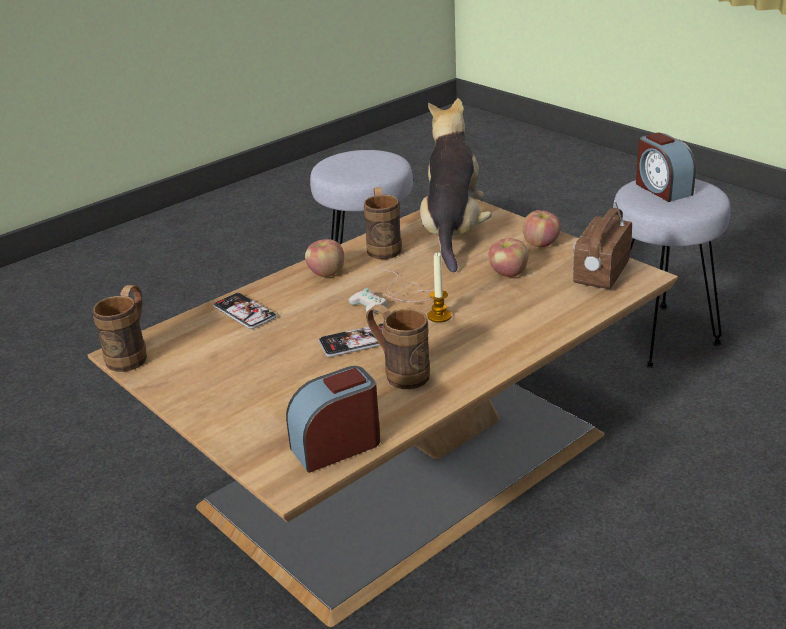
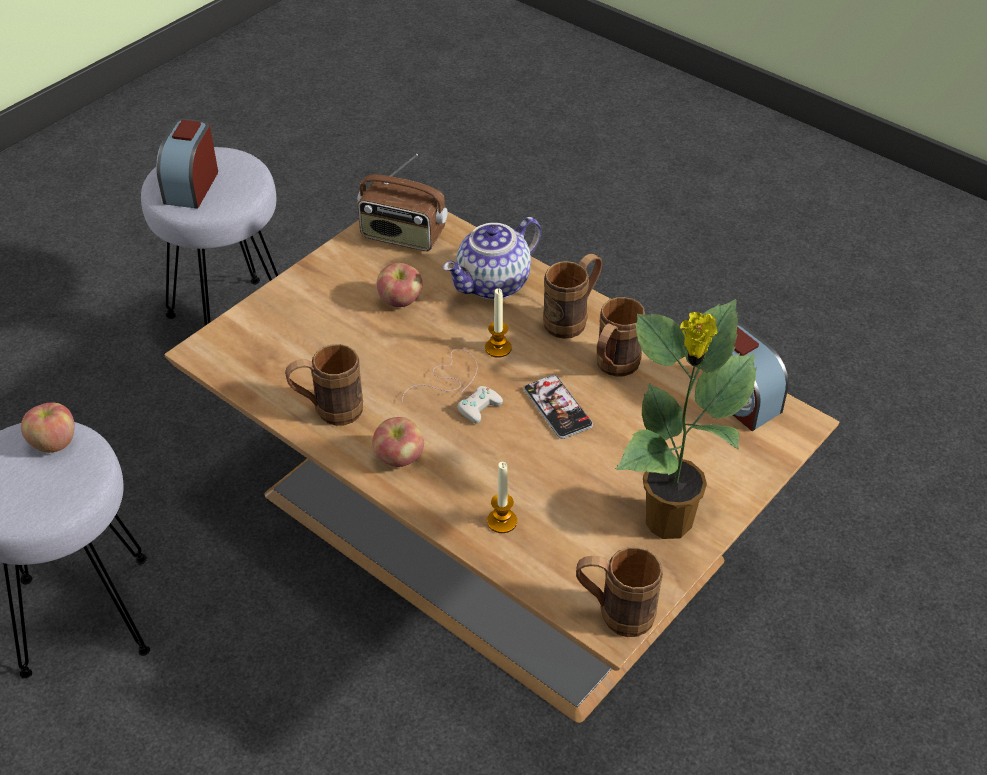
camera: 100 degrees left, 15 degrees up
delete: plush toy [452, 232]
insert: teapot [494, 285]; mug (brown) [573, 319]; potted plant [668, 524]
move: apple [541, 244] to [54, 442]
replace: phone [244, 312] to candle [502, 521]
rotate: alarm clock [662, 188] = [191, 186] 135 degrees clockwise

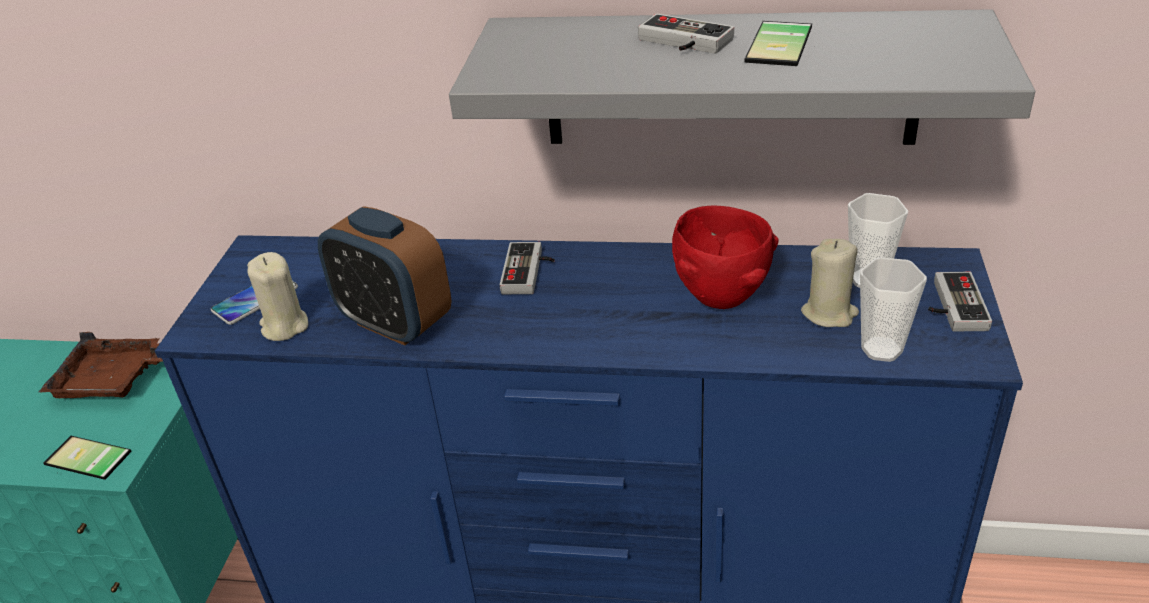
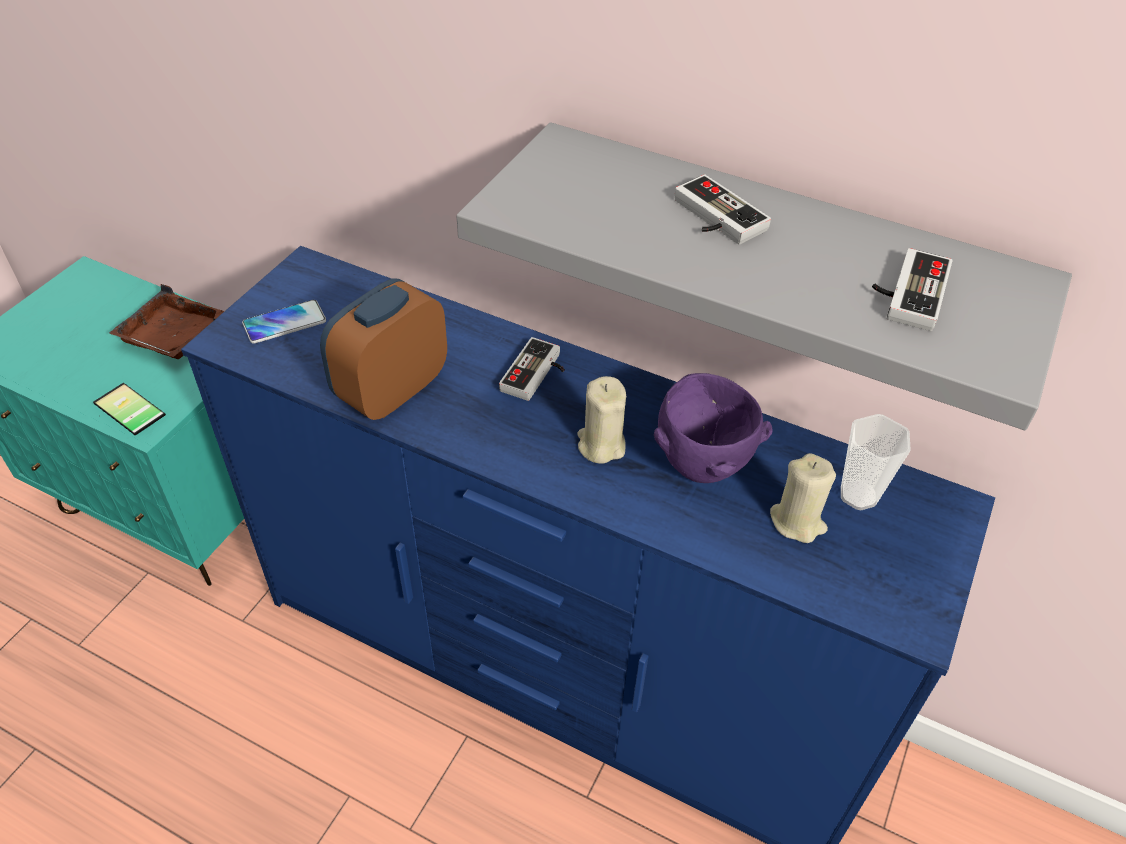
camera: 15 degrees right, 10 degrees up
delete: phone [784, 44]; cup [881, 349]
move: candle (beige) [284, 326] to [601, 445]; game controller [951, 306] to [906, 292]
recolor: bowl (red) [723, 299] to bowl (purple) [702, 468]
rotate: alarm clock [395, 323] = [391, 391] 75 degrees clockwise

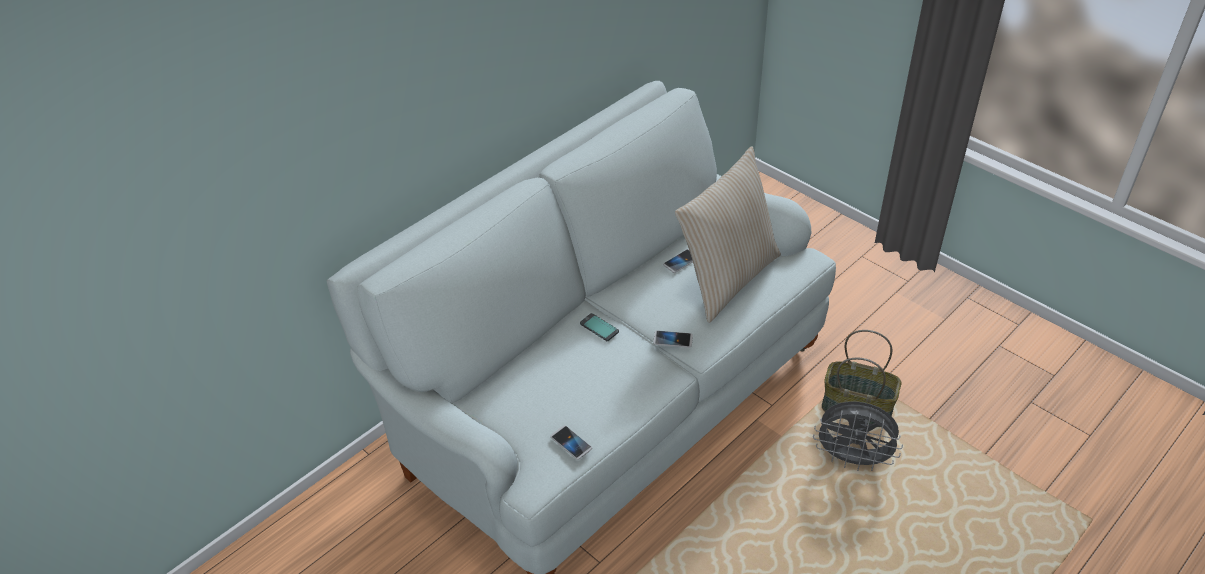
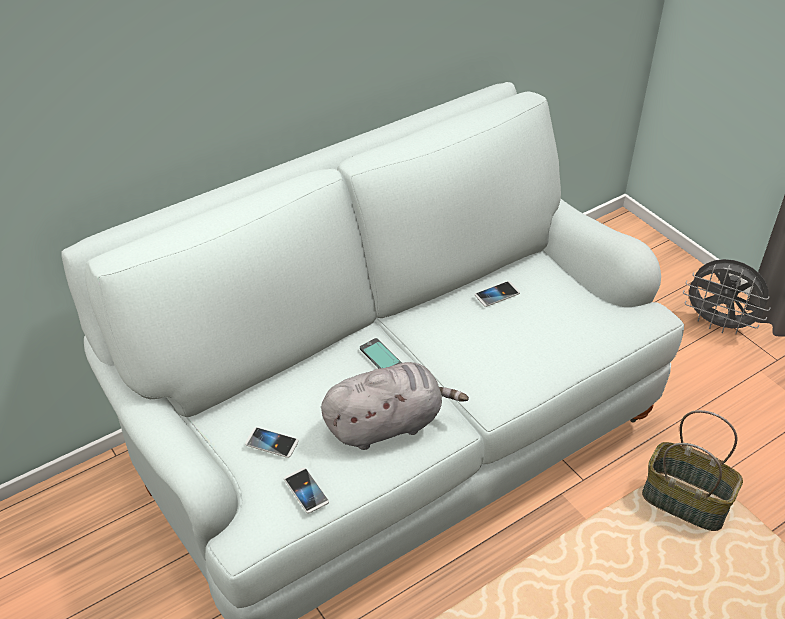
camera: 10 degrees right, 0 degrees up
delete: pillow (beige) [727, 278]
insert: plush toy (grey) [387, 424]
move: phone [673, 340] to [272, 443]; fan (grey) [853, 459] to [719, 324]

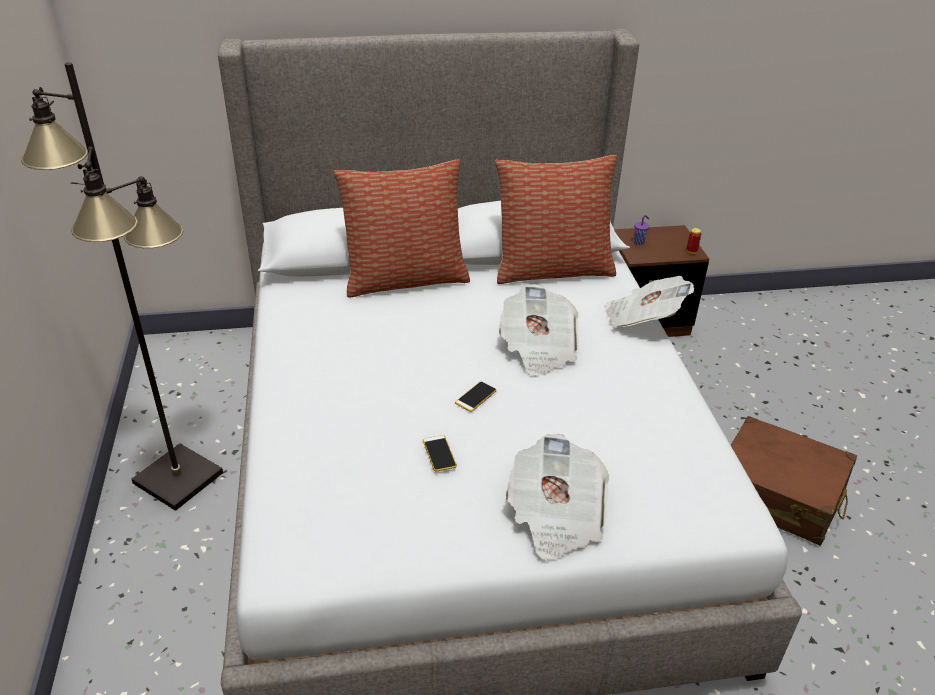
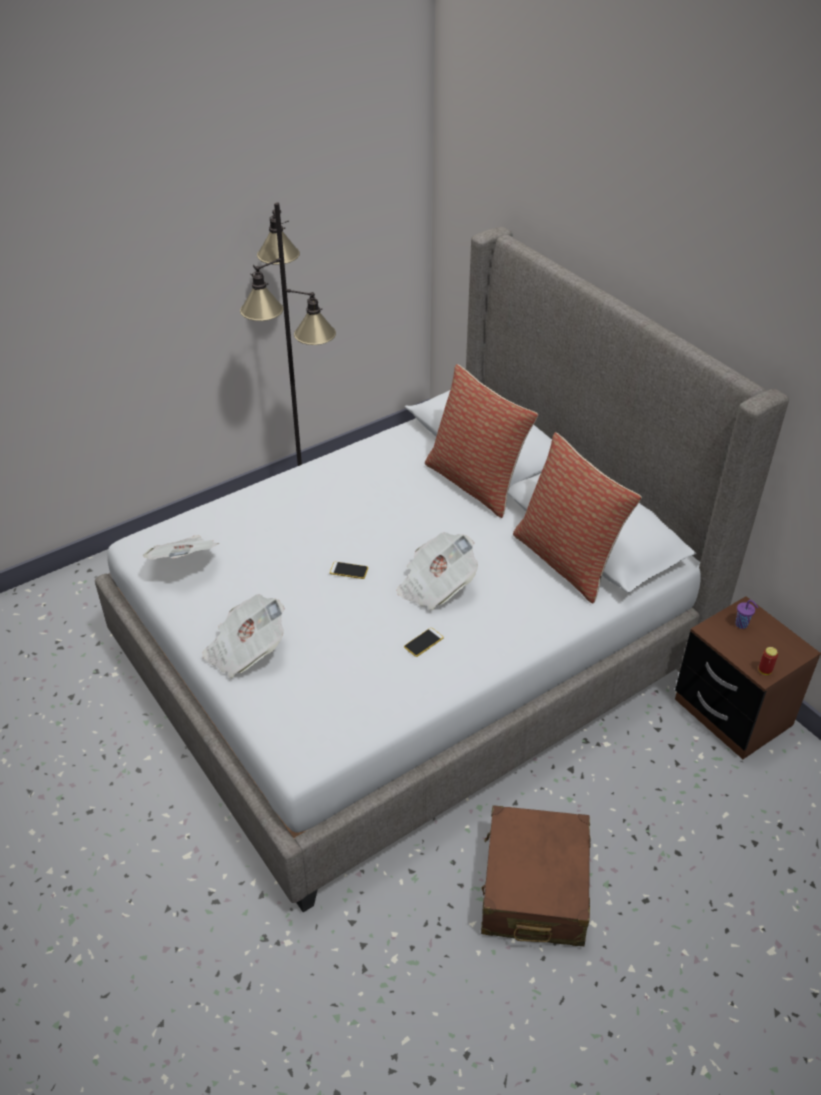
camera: 65 degrees right, 5 degrees up
move: newspaper [642, 319] to [184, 562]; phone [439, 453] to [423, 642]

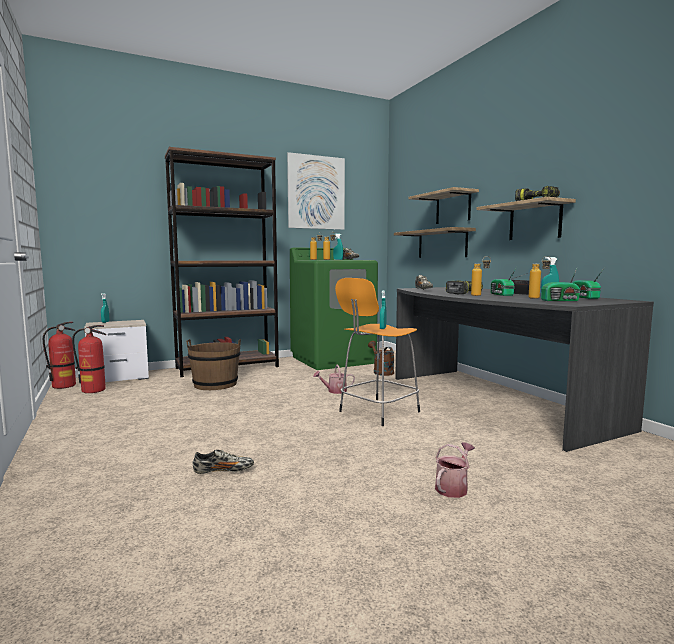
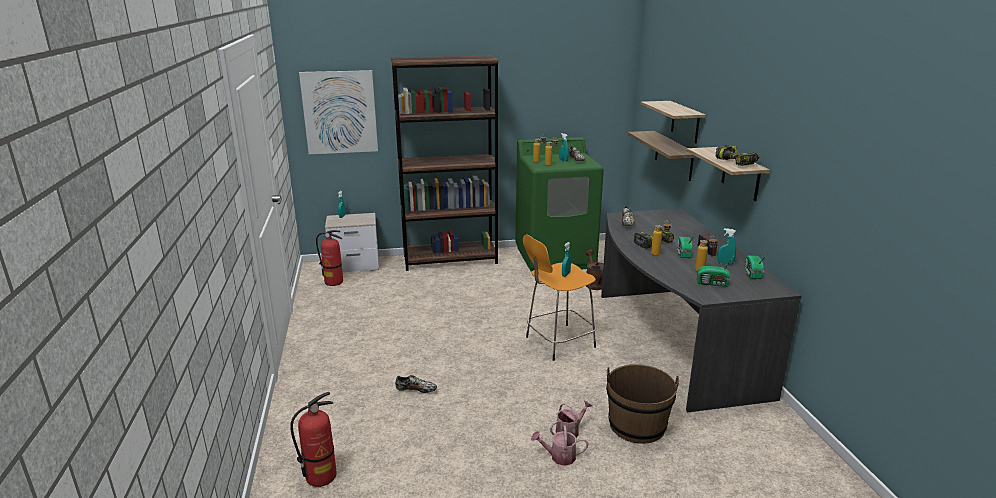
camera: 15 degrees right, 15 degrees up
move: fire extinguisher [64, 386] to [321, 476]; picture [316, 192] to [340, 112]; watering can [334, 391] to [559, 457]; bucket (brown) [215, 384] to [637, 425]

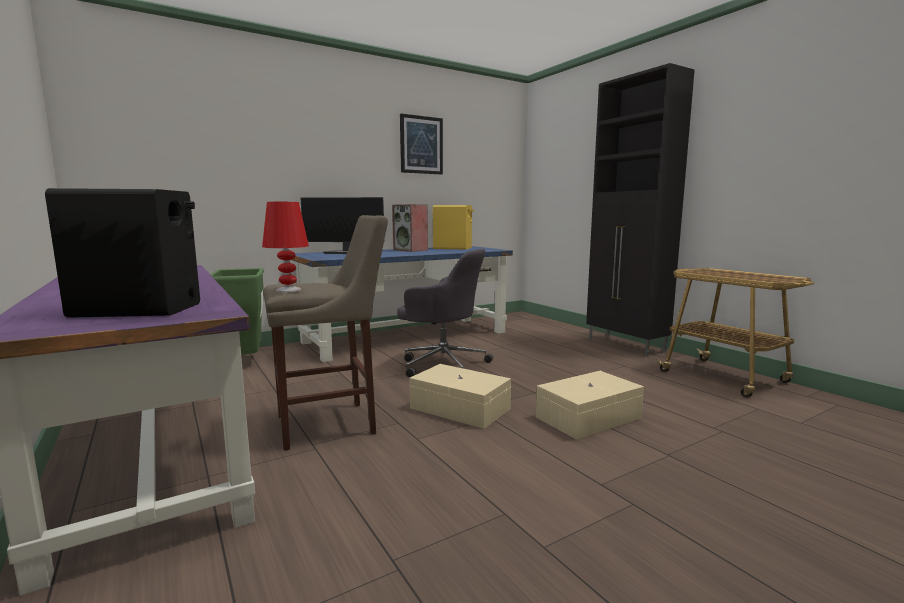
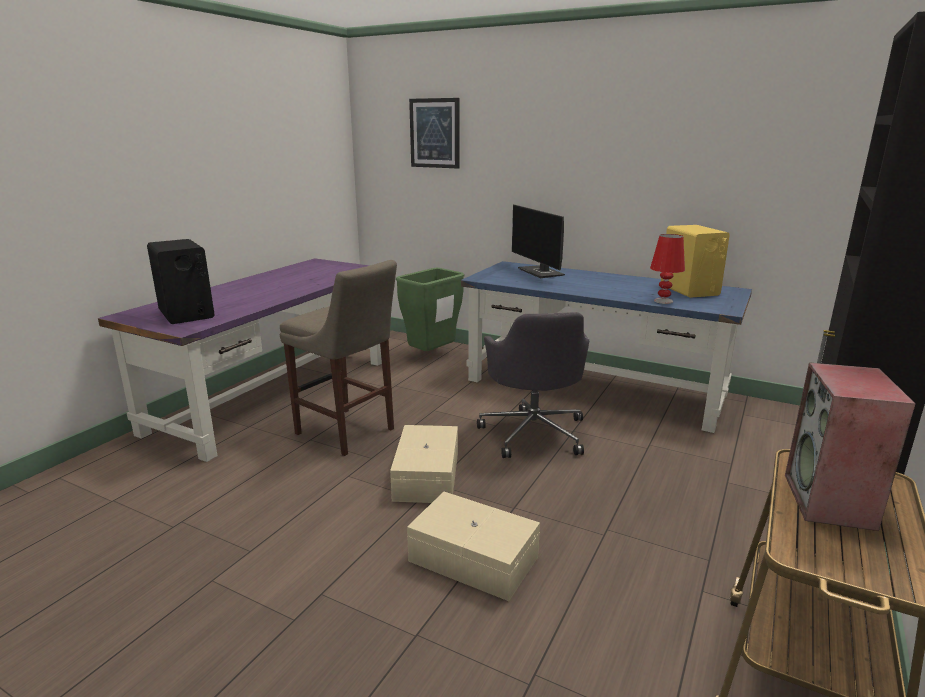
camera: 60 degrees right, 10 degrees up
move: picture [421, 145] to [435, 133]; table lamp (red) [288, 290] to [663, 301]; speaker [411, 250] to [830, 502]

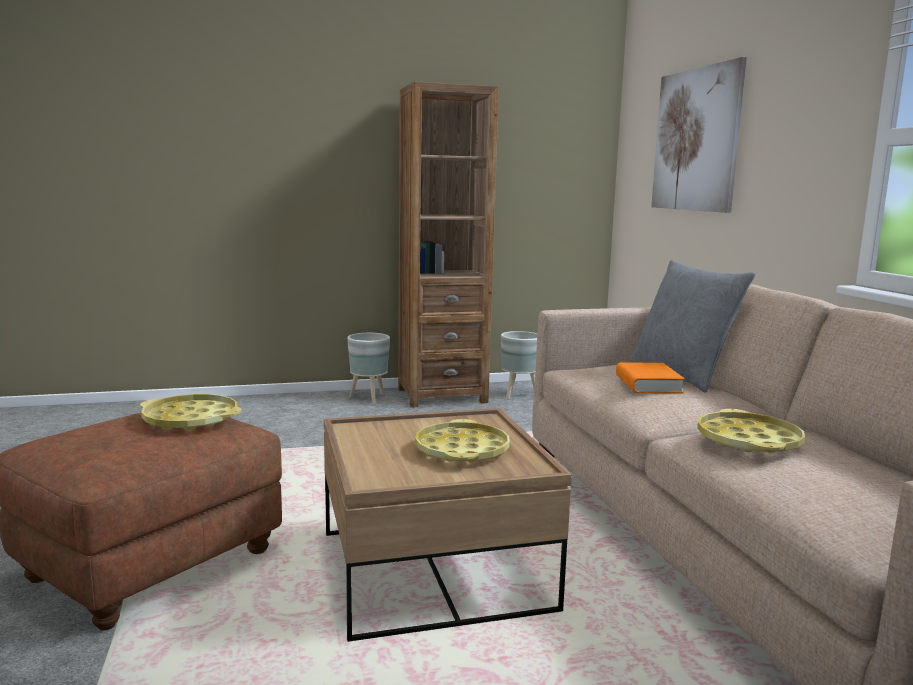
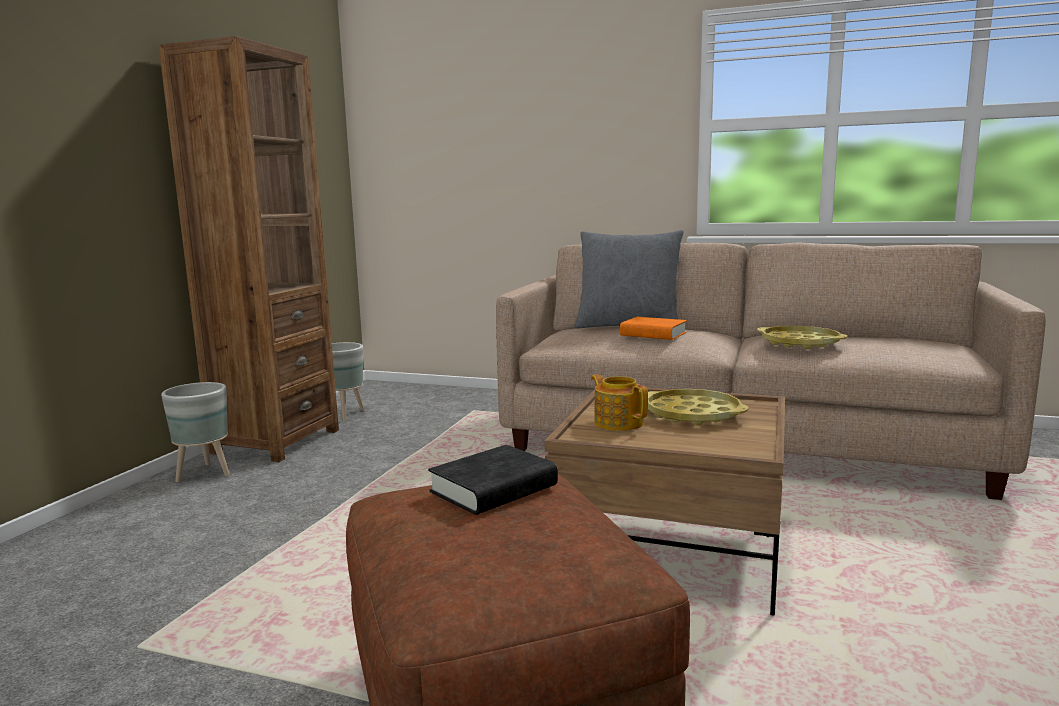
camera: 55 degrees left, 0 degrees up
delete: picture [696, 140]
insert: teapot [618, 422]
replace: tray (yellow) [191, 420] to book (black) [493, 489]

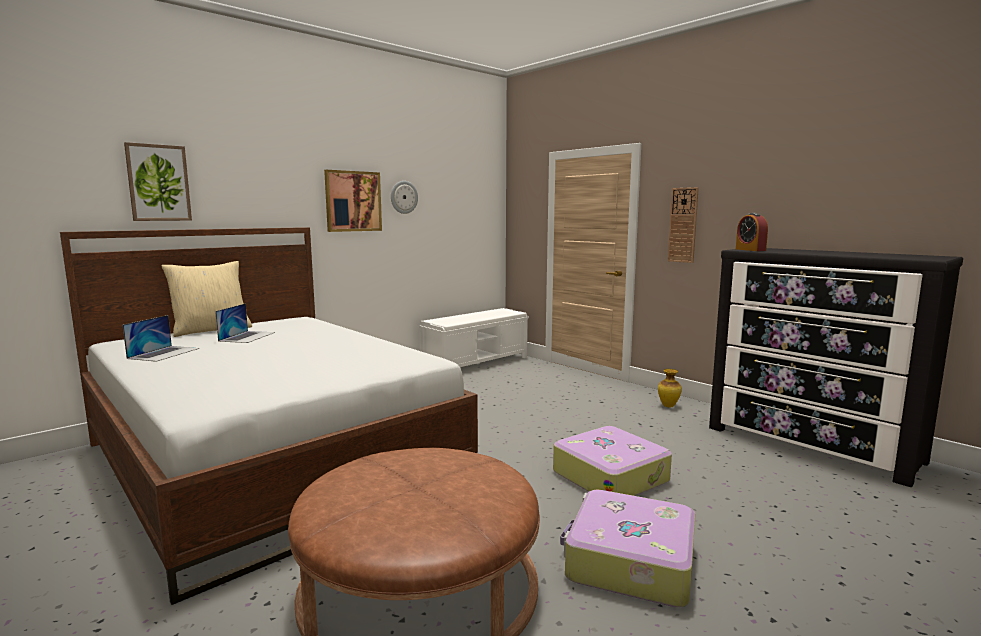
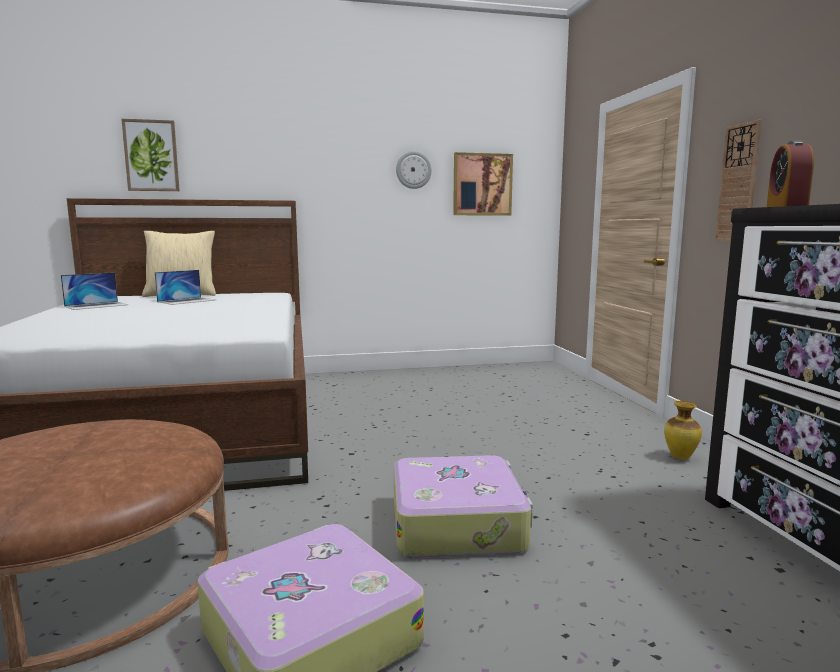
camera: 30 degrees right, 0 degrees up
delete: bench (white) [477, 363]
move: picture [353, 201] to [482, 184]

